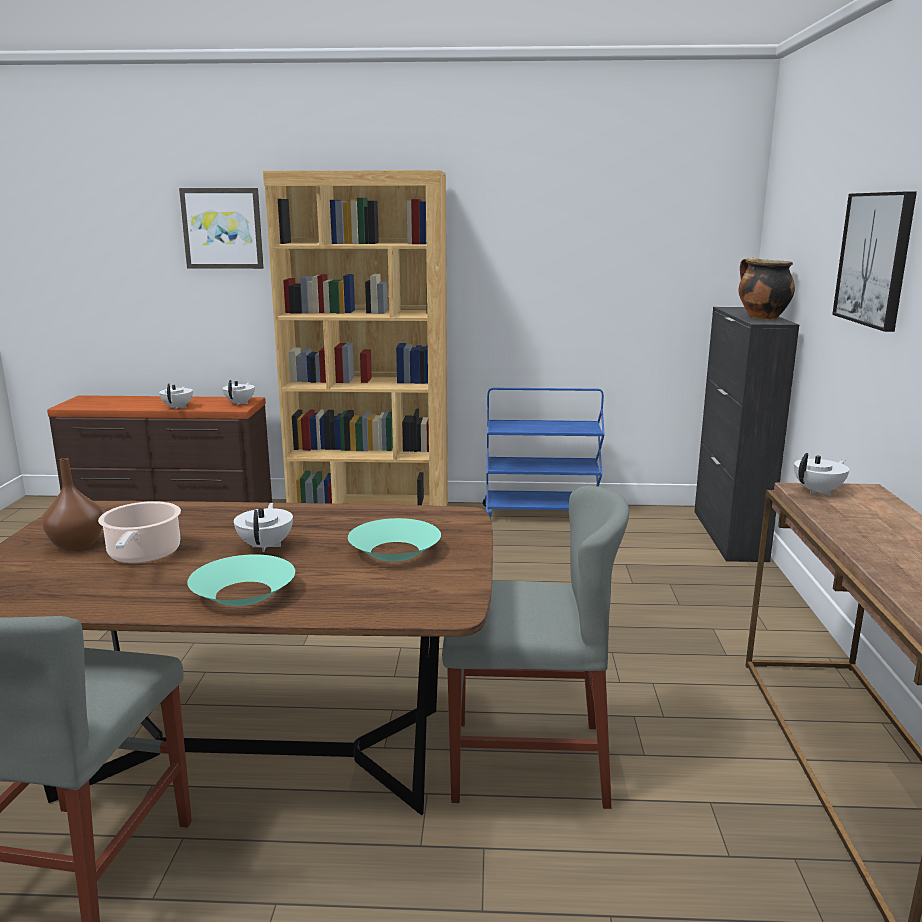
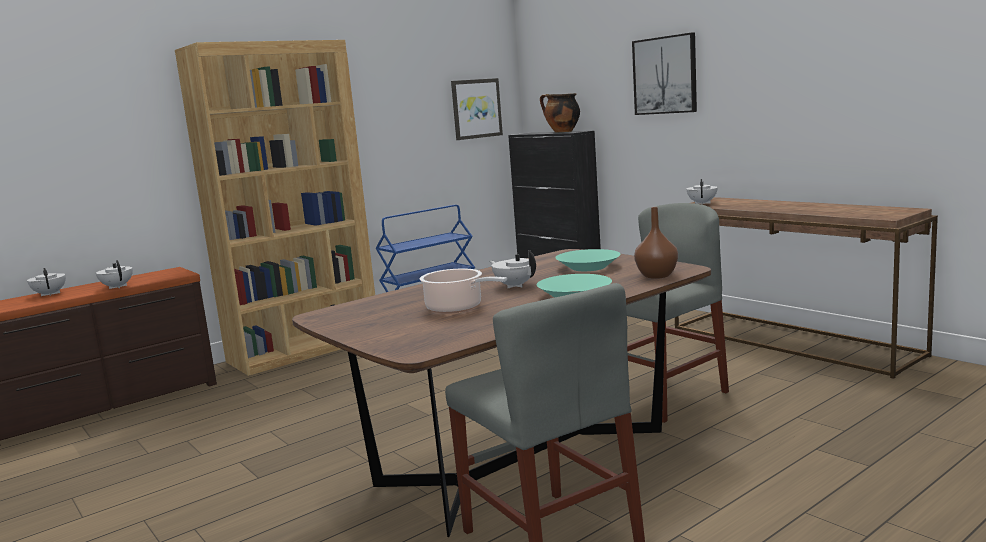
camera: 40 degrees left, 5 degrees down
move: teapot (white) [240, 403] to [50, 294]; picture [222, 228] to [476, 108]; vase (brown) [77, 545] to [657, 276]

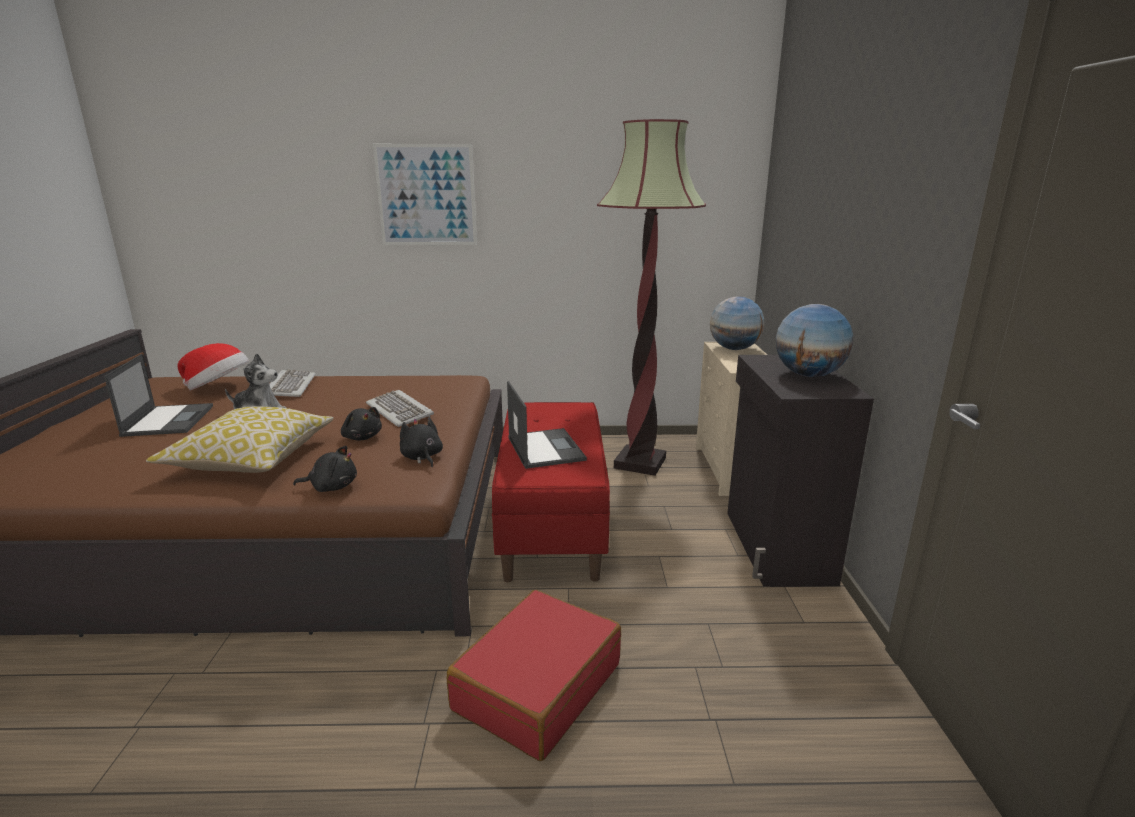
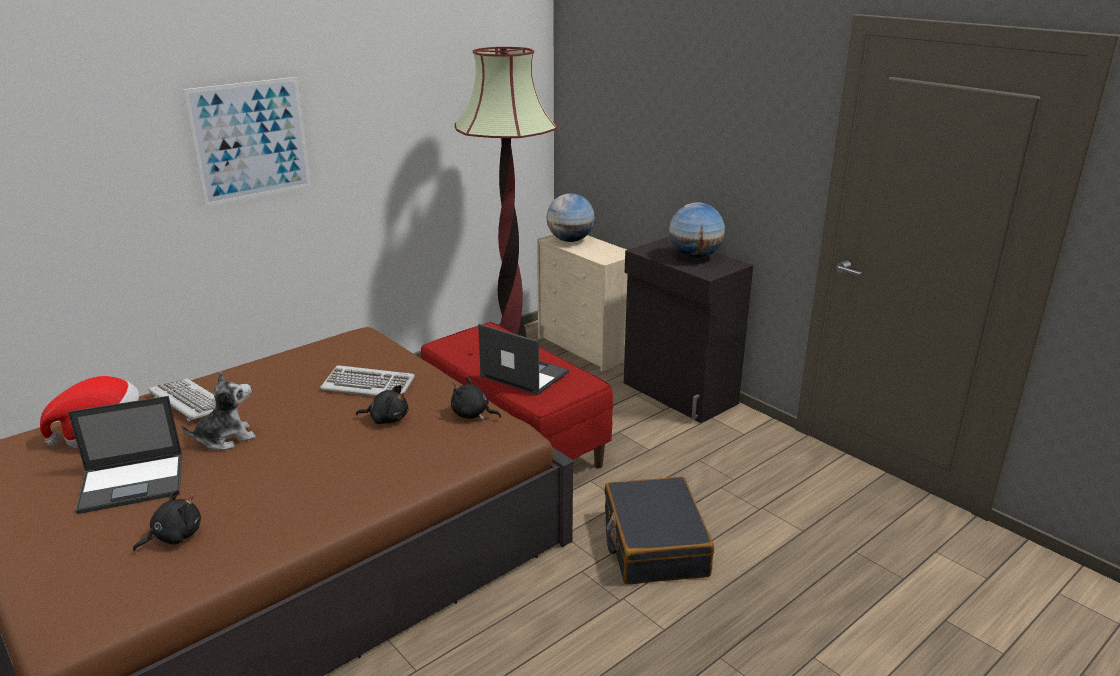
camera: 40 degrees left, 5 degrees up
delete: pillow [251, 458]
move: plush toy (black) [331, 487] to [174, 536]
recolor: suitcase (red) [537, 686] to suitcase (black) [654, 544]
rotate: laptop [169, 420] = [134, 483] 120 degrees clockwise

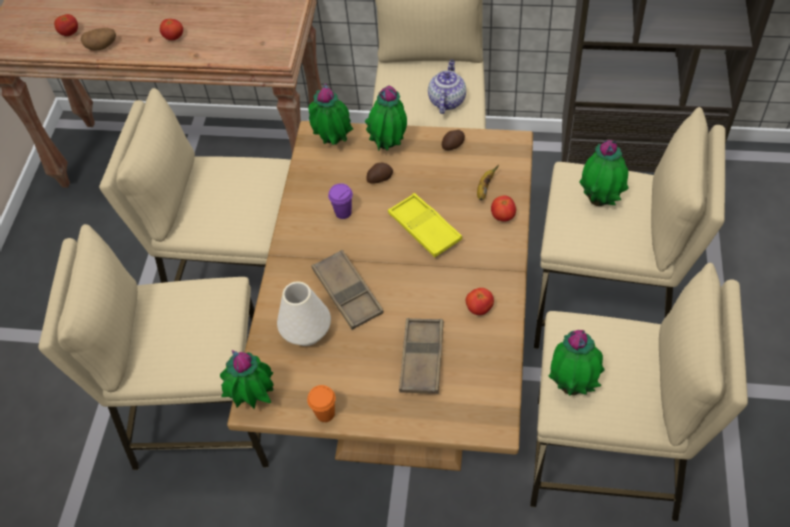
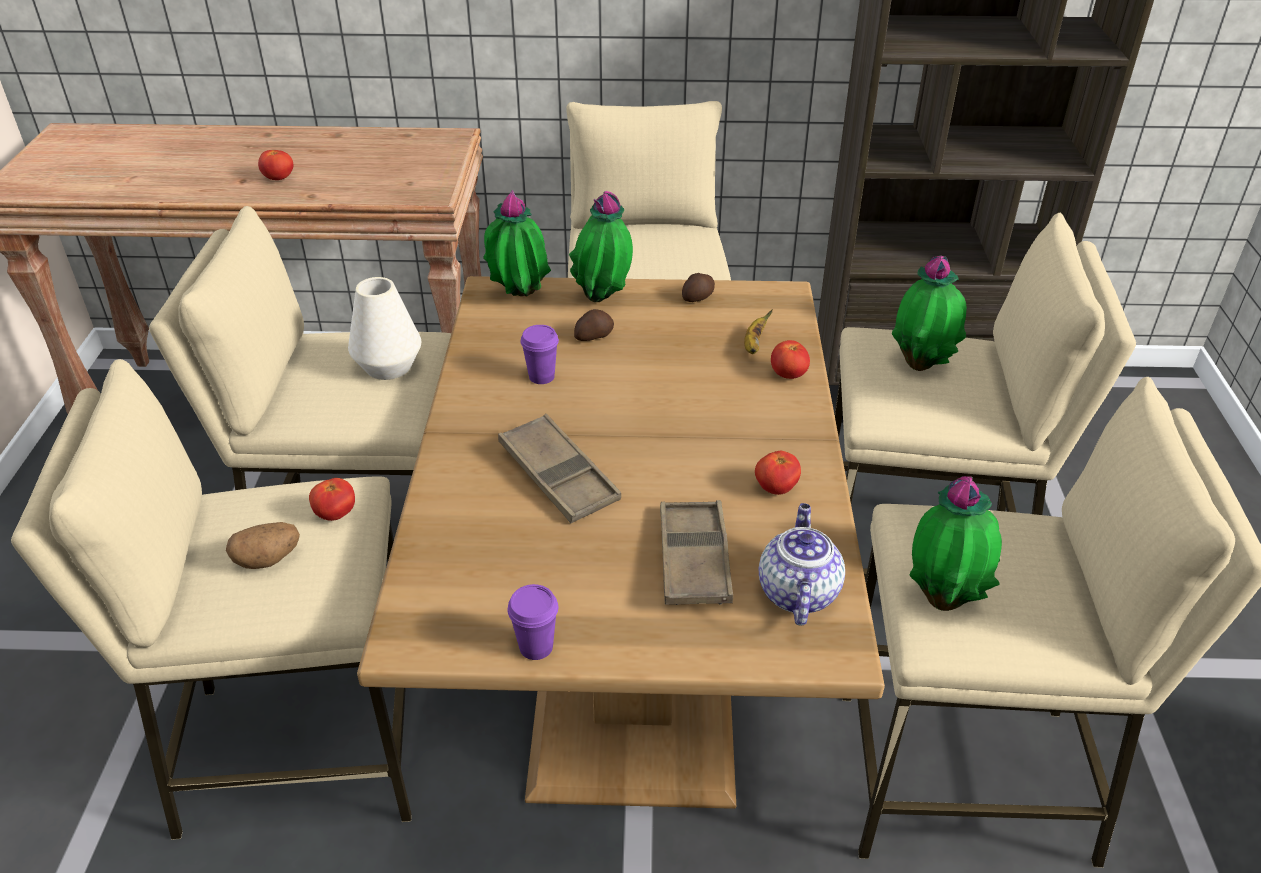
camera: 10 degrees left, 15 degrees down
delete: potted plant [254, 400]; tray (yellow) [424, 228]
move: potato [102, 46] to [268, 559]; tomato [70, 33] to [335, 514]; vase (white) [306, 331] to [388, 366]; teapot [446, 100] to [797, 592]
recolor: cup (orange) [325, 413] to cup (purple) [536, 647]

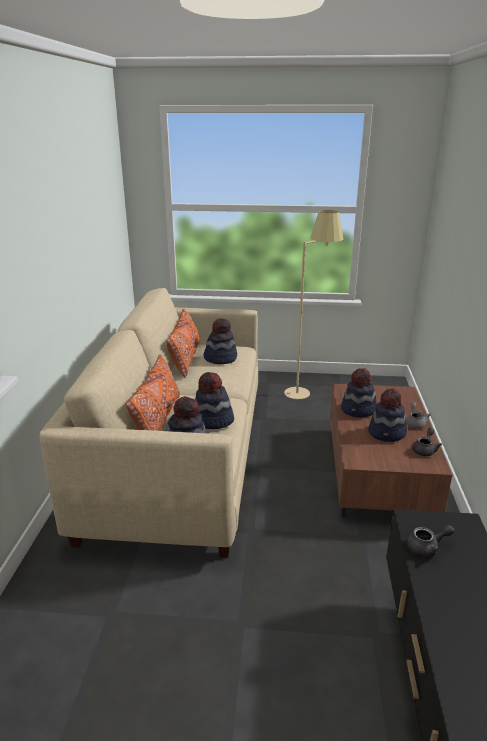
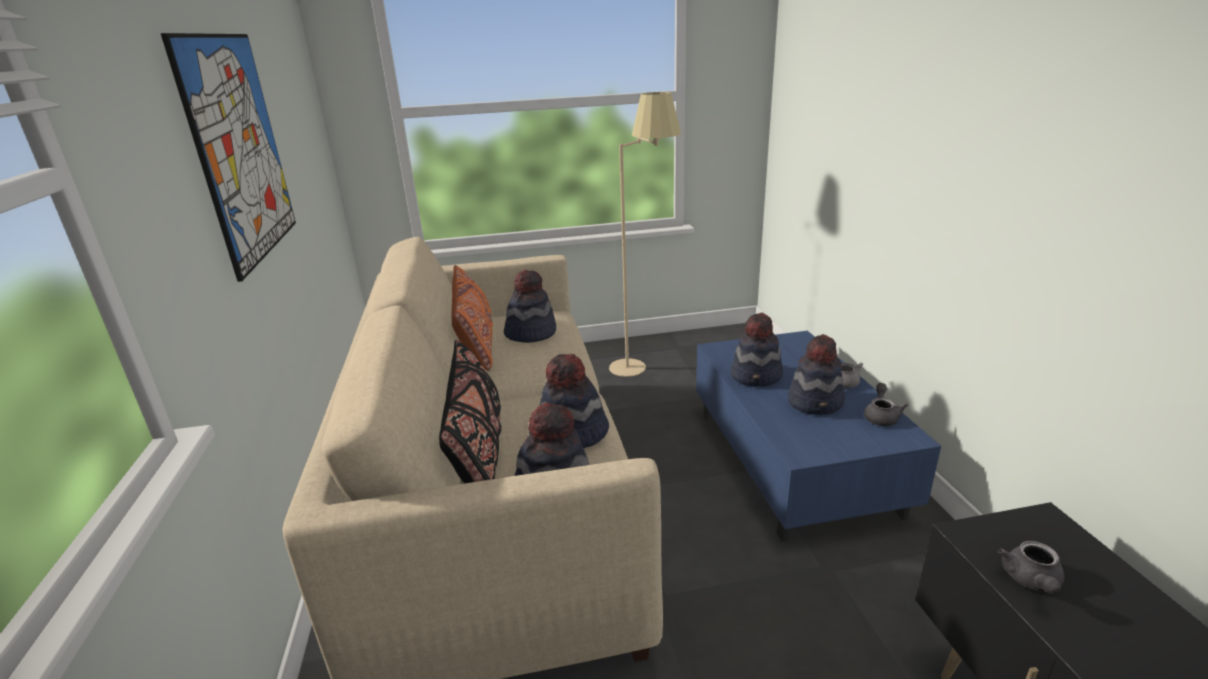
camera: 15 degrees left, 0 degrees up
insert: picture [240, 148]
recolor: pillow (orange) [157, 420] to pillow (black) [478, 452]; coffee table (brown) [377, 471] to coffee table (blue) [792, 459]
rotate: teapot (grey) [426, 548] = [1031, 582] 135 degrees clockwise

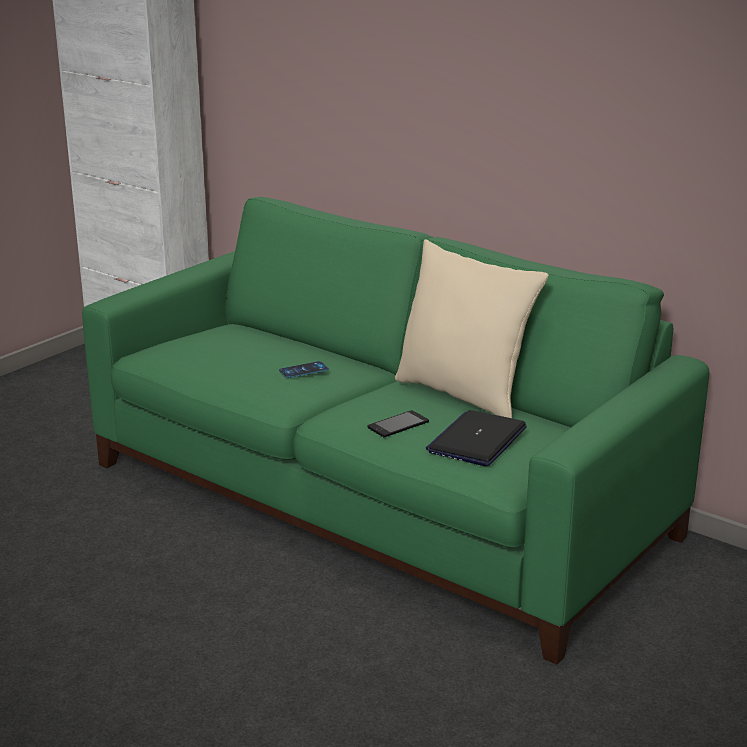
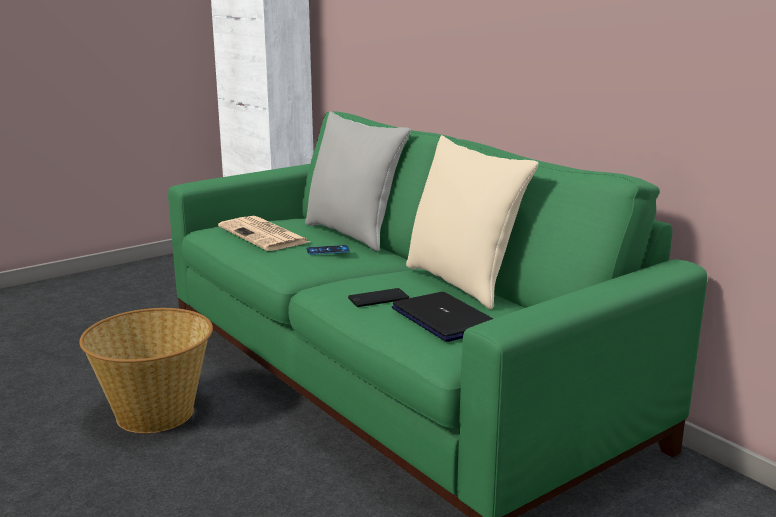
camera: 15 degrees right, 5 degrees down
insert: basket [156, 412]; newspaper [265, 235]; pillow (grey) [353, 234]
rotate: laptop [477, 440] = [445, 318] 105 degrees clockwise

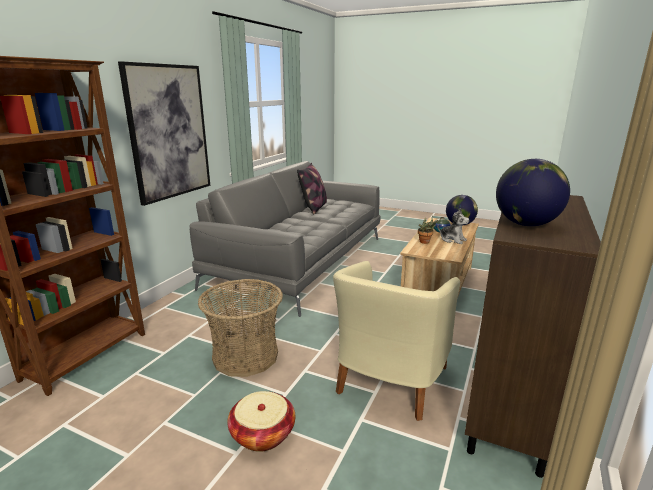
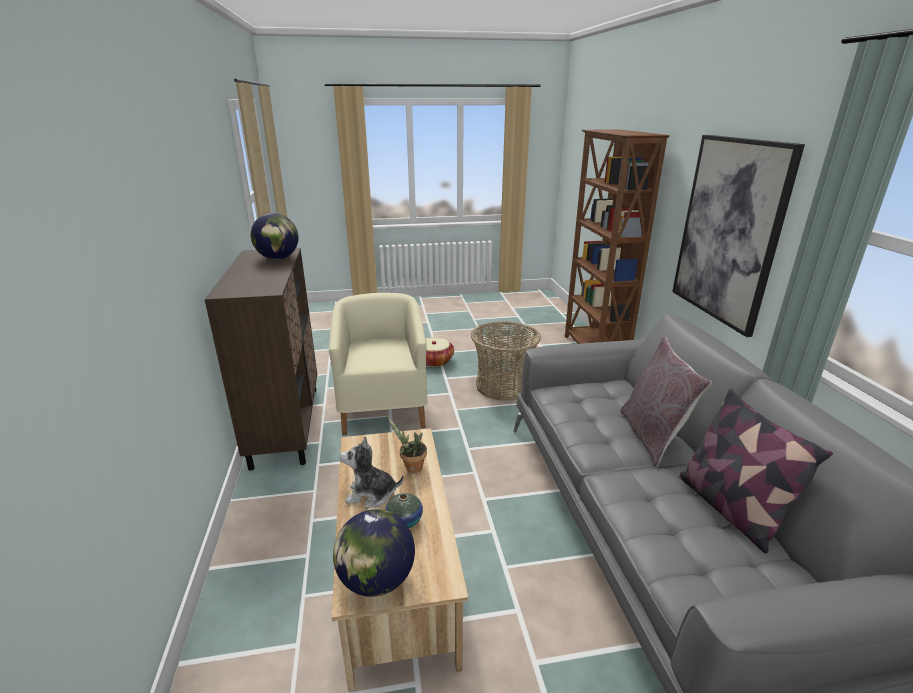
camera: 145 degrees right, 5 degrees up
insert: pillow (grey) [652, 436]

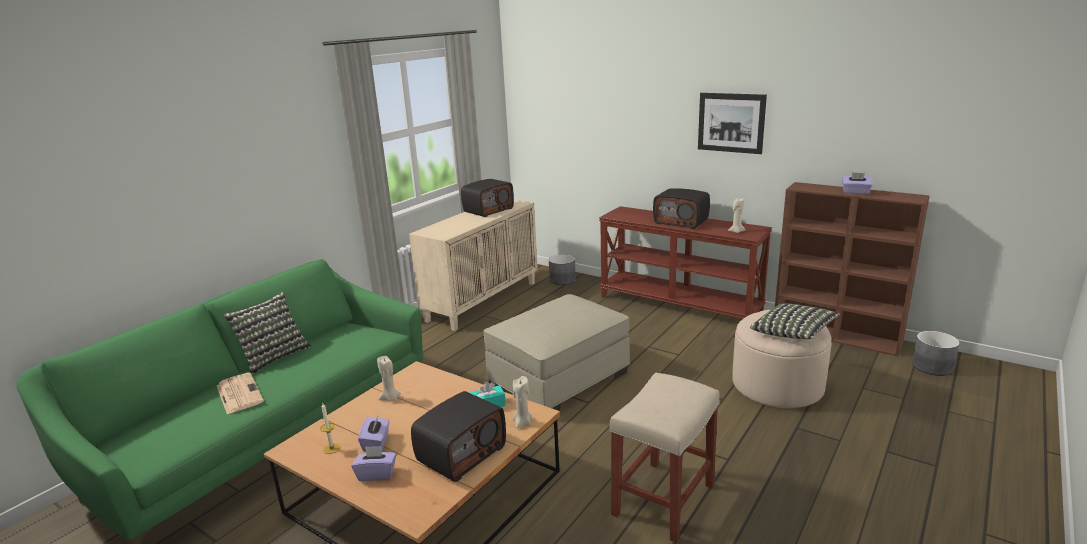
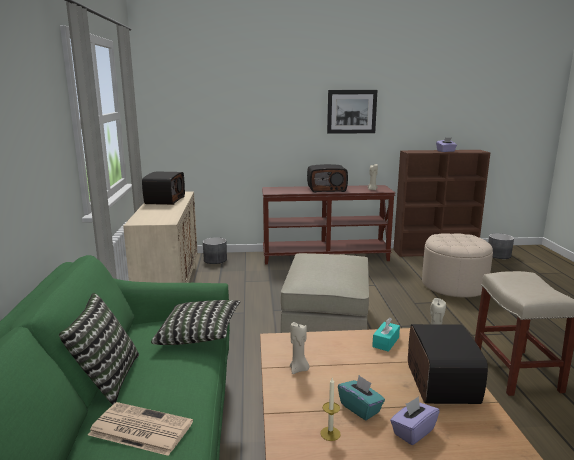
camera: 40 degrees left, 5 degrees down
move: pillow [793, 333] to [199, 335]
recolor: tissue box (purple) [376, 443] to tissue box (turquoise) [360, 408]

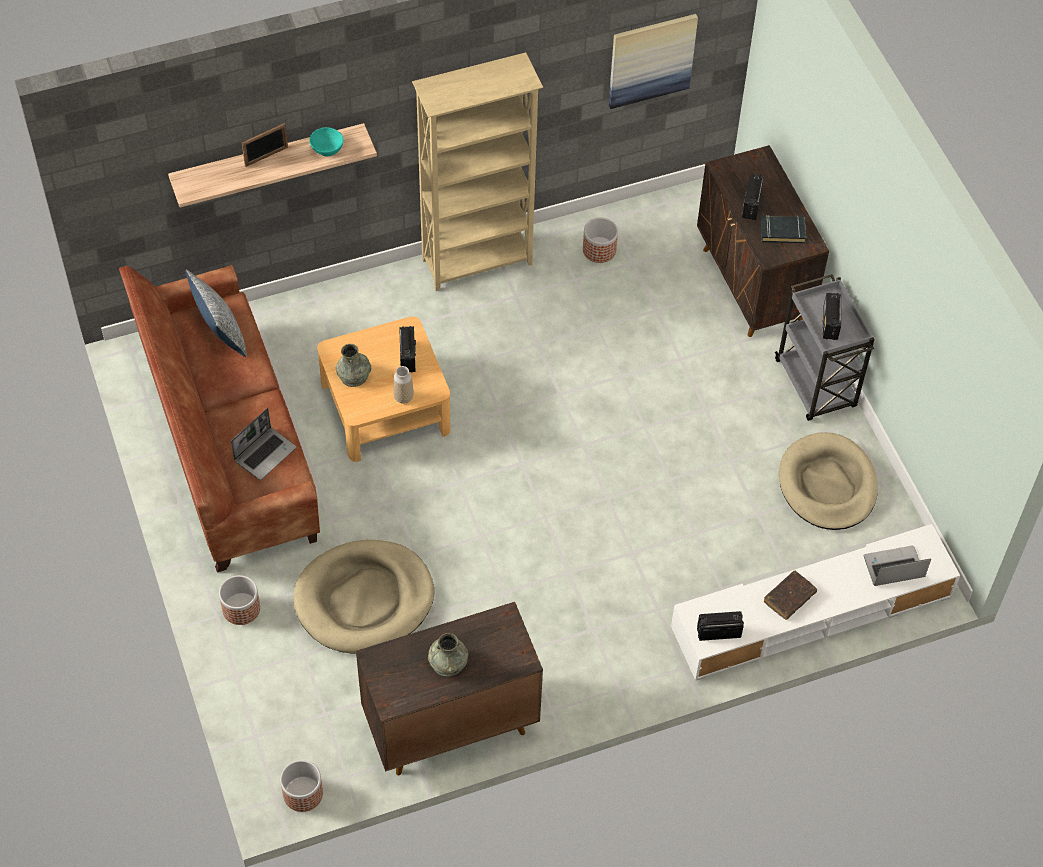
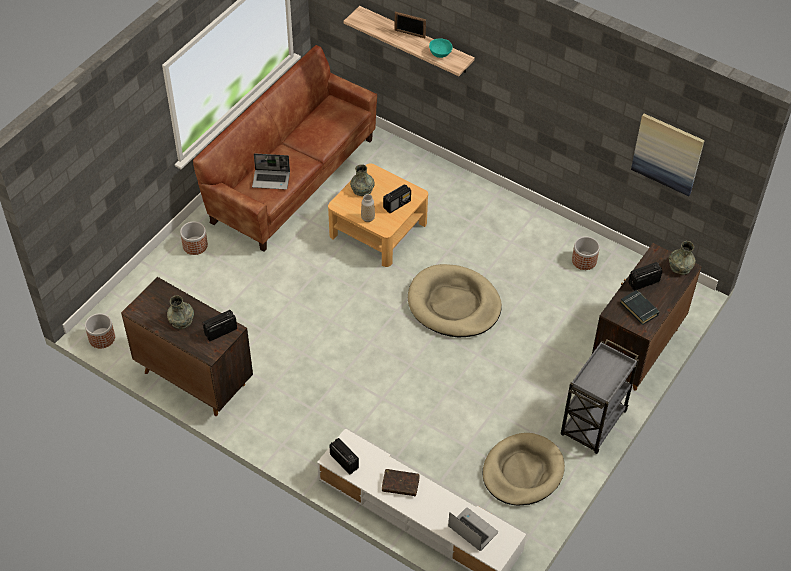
camera: 55 degrees right, 5 degrees down
delete: pillow [220, 332]; bookcase (beige) [478, 262]
insert: vase (grey) [680, 267]
move: radio [830, 324] to [220, 331]; dog bed (beige) [364, 599] to [454, 304]

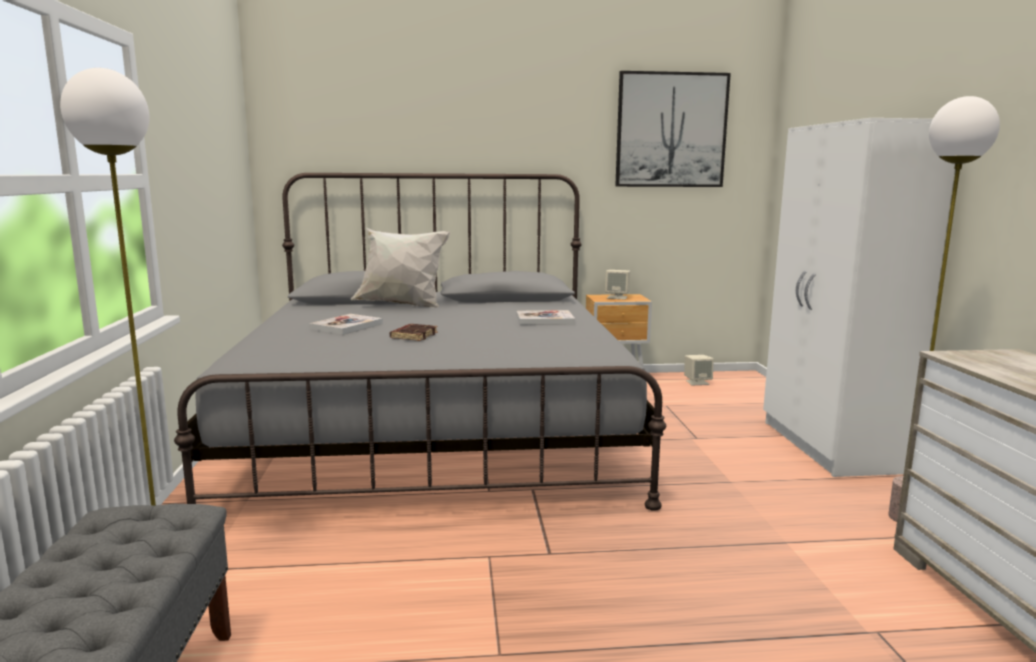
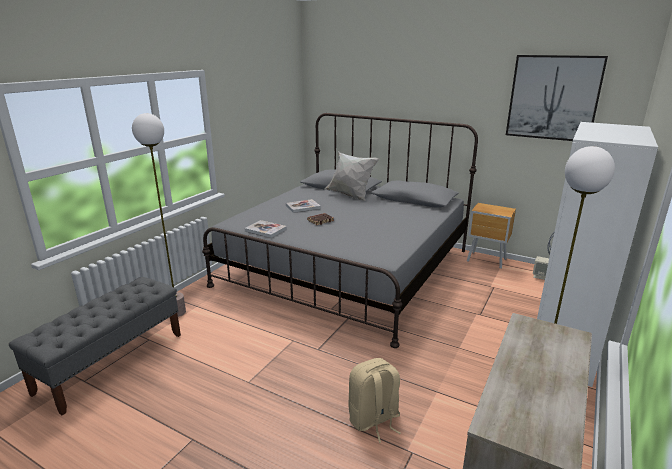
camera: 35 degrees right, 10 degrees up
delete: speaker (beige) [617, 297]
insert: backpack (beige) [374, 420]
move: book [545, 320] to [265, 230]

